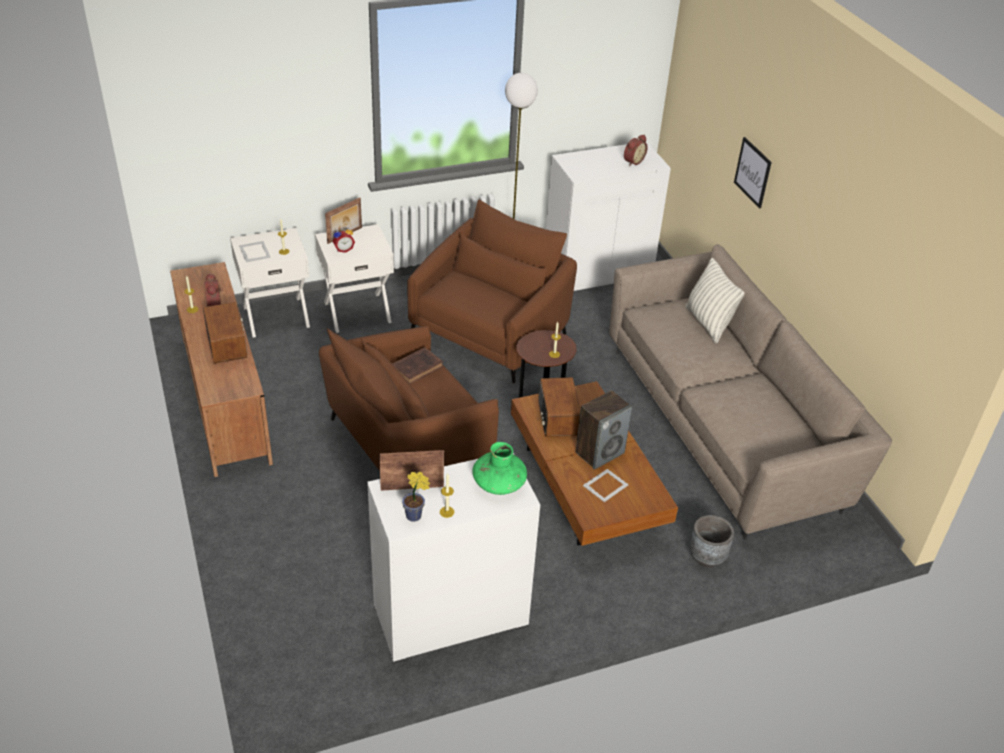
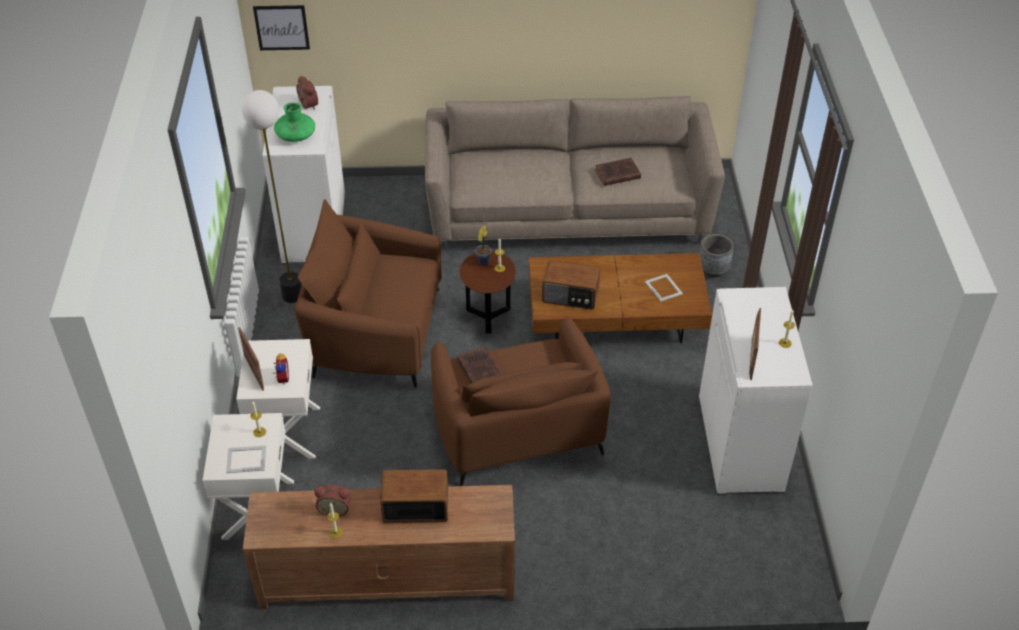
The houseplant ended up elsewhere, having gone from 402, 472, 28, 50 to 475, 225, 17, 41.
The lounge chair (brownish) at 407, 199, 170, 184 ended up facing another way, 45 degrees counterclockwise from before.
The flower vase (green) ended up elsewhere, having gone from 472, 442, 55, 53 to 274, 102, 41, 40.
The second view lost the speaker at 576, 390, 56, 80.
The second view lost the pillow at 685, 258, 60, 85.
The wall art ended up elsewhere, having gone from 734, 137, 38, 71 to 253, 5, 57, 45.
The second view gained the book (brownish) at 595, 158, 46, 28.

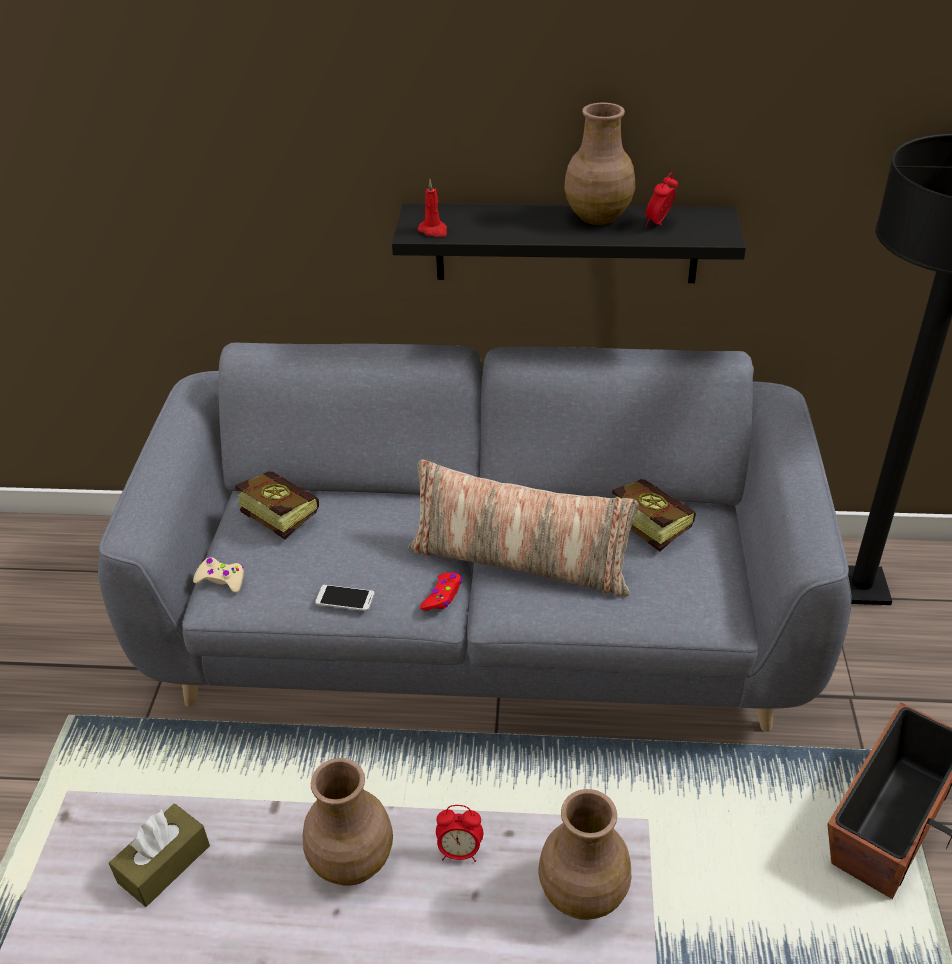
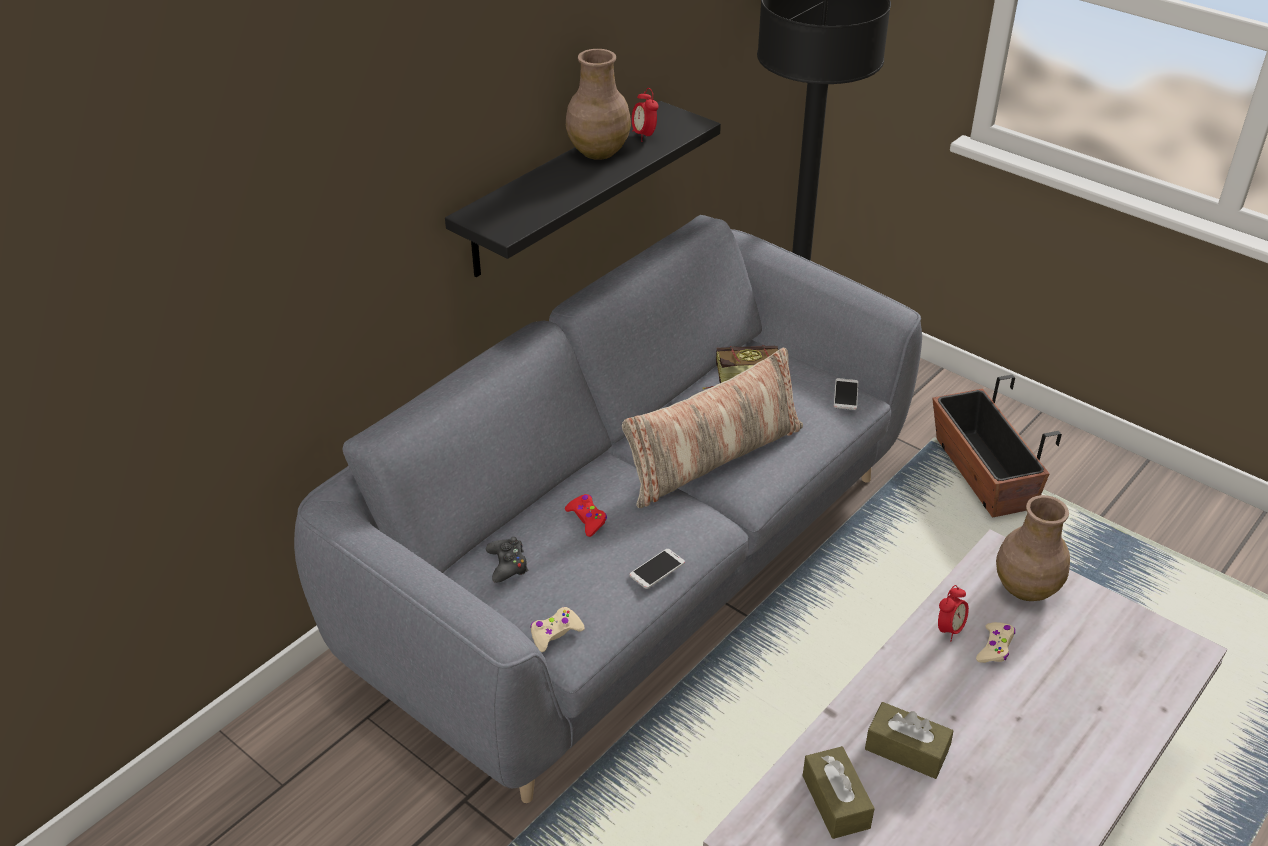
Where the book stood at 236, 472, 83, 68, the game controller (black) came to stand at 486, 537, 43, 46.
The second view lost the flower vase (brownish) at 303, 758, 90, 127.
The second view lost the wax candle (red) at 417, 179, 30, 58.
The game controller (red) ended up elsewhere, having gone from 420, 572, 42, 39 to 565, 494, 42, 43.
The second view gained the phone at 834, 378, 24, 32.
The second view gained the box of tissues (brownish) at 865, 702, 88, 77.
The second view gained the game controller (beige) at 976, 622, 39, 41.

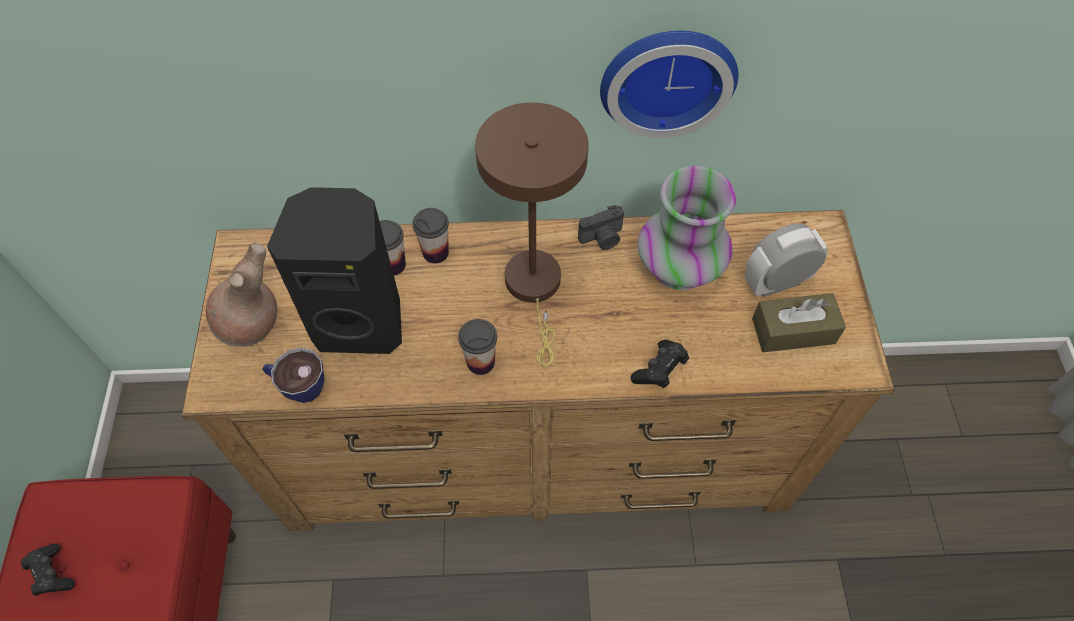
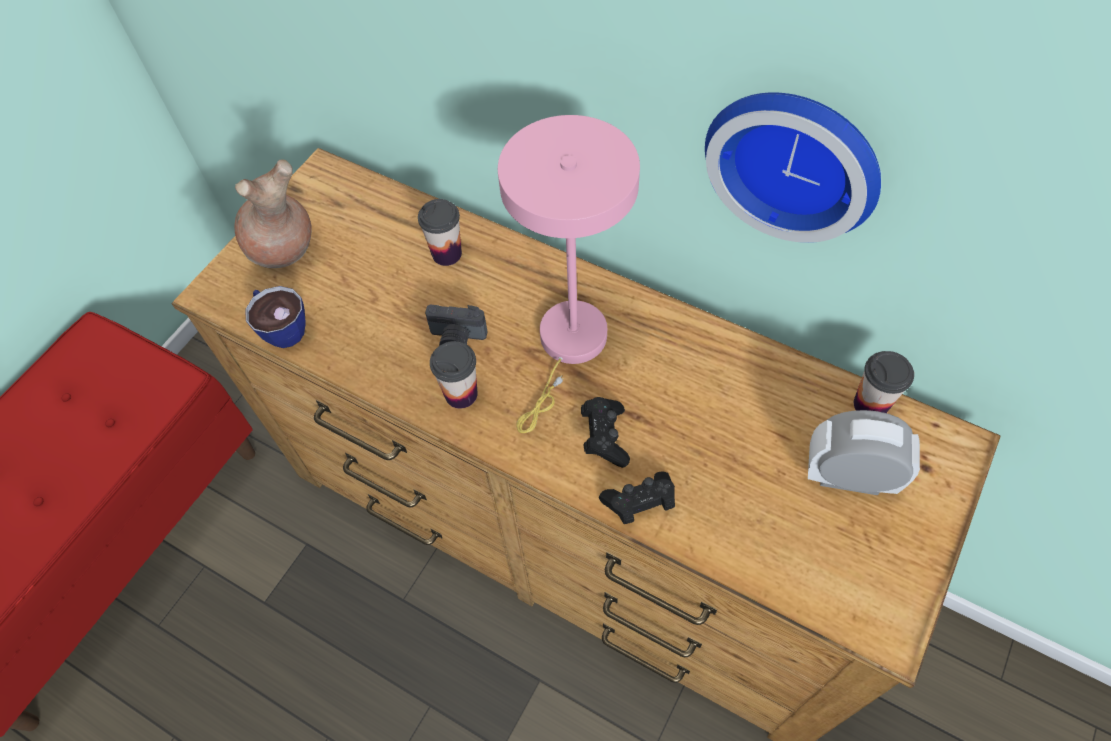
The game controller (black) ended up elsewhere, having gone from 21, 543, 54, 53 to 581, 397, 49, 71.
The second view lost the speaker (black) at 267, 187, 135, 167.
The drinking cup ended up elsewhere, having gone from 412, 208, 37, 56 to 854, 351, 60, 62.
What was the tabletop lamp (brownish) at 475, 102, 114, 264 turned into the tabletop lamp (pink) at 498, 115, 142, 318.
The photo camera ended up elsewhere, having gone from 578, 205, 46, 45 to 425, 305, 62, 41.
The second view lost the flower vase at 638, 166, 98, 124.
The second view lost the box of tissues (brownish) at 752, 293, 94, 59.

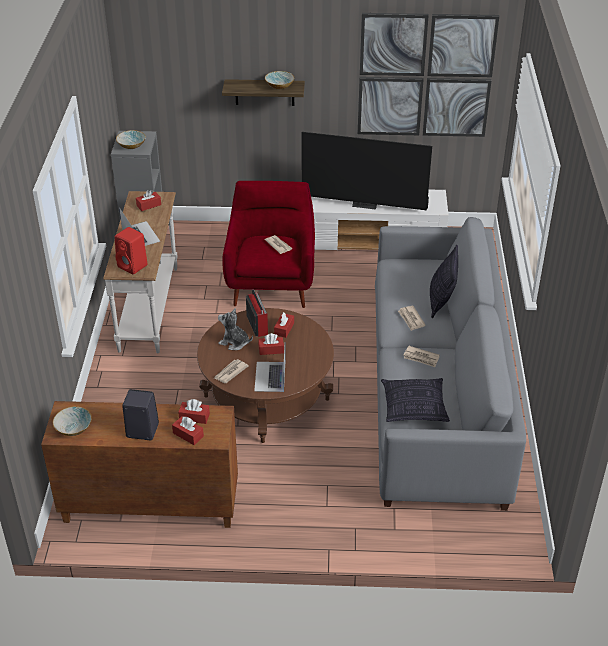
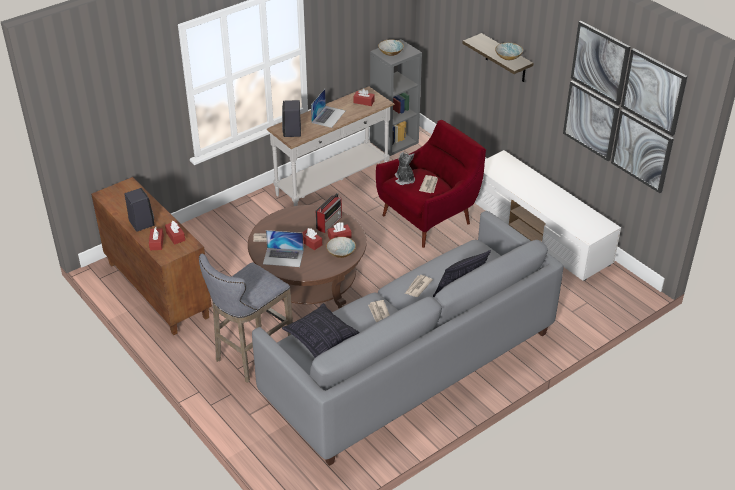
The deep dish ended up elsewhere, having gone from 52, 406, 40, 30 to 326, 237, 30, 21.
What was the speaker (red) at 115, 227, 33, 47 turned into the speaker (black) at 282, 100, 19, 37.
The cuddly toy ended up elsewhere, having gone from 218, 308, 35, 42 to 395, 152, 20, 33.
The notebook computer at 254, 347, 31, 45 ended up facing another way, 135 degrees counterclockwise from before.
The second view lost the TV set at 302, 132, 130, 78.
The second view gained the stool (gray) at 199, 254, 94, 128.

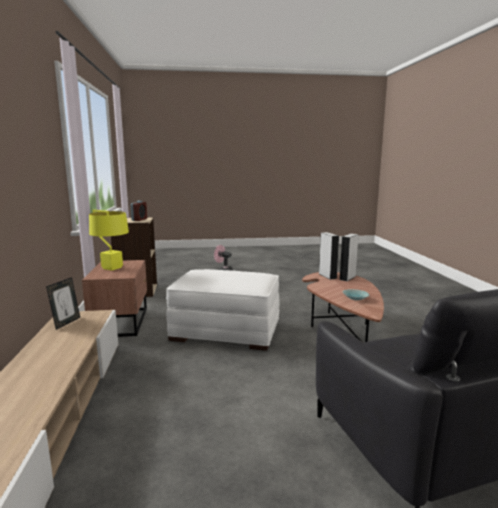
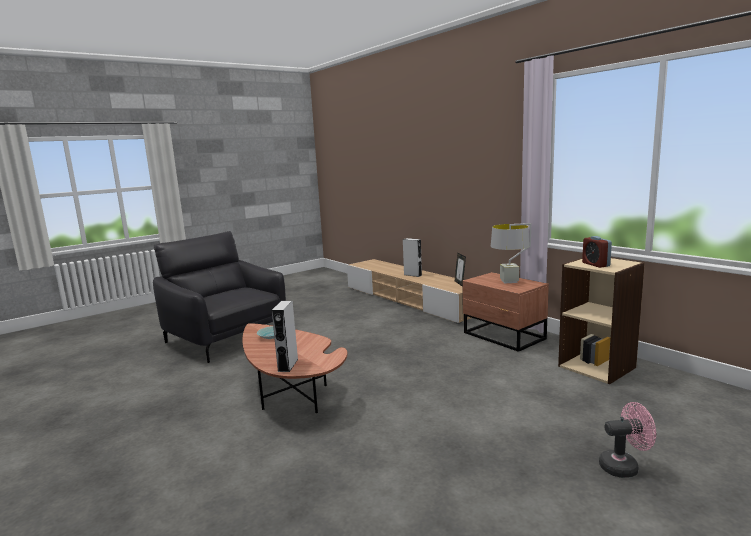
What was the tabletop lamp (yellow-coloured) at 89, 210, 40, 61 turned into the tabletop lamp (gray) at 491, 223, 40, 60.
The second view lost the ottoman (white) at 166, 269, 114, 82.
The speaker (gray) ended up elsewhere, having gone from 319, 232, 20, 48 to 403, 238, 19, 39.

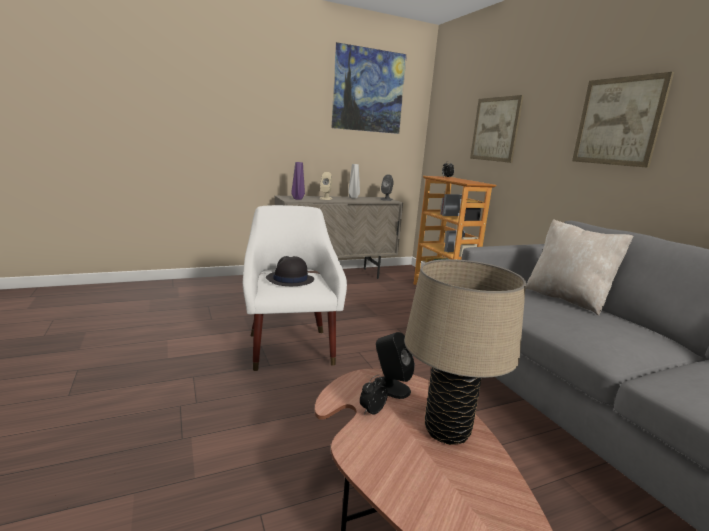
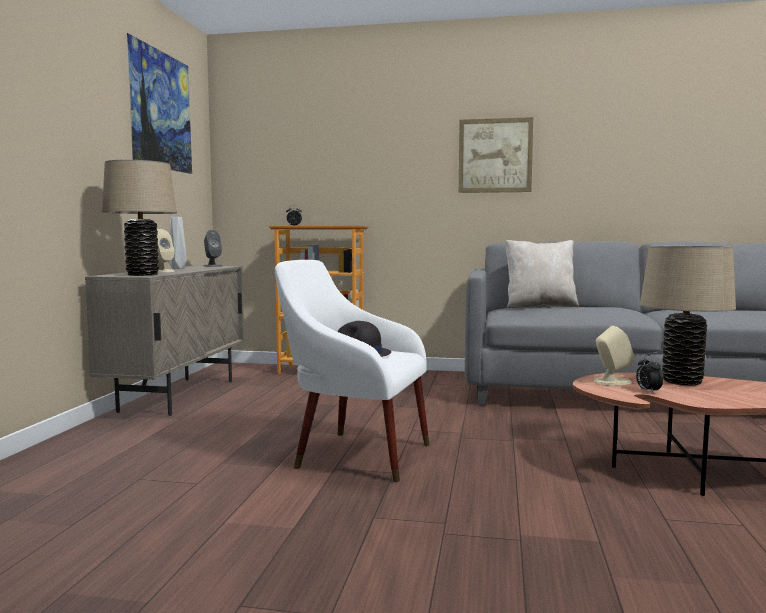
Where the flower vase (purple-coloured) stood at 291, 162, 14, 38, the tabletop lamp (beige) came to stand at 102, 160, 75, 116.
What was the speaker (black) at 373, 332, 42, 67 turned into the speaker (beige) at 594, 326, 40, 60.
The second view lost the wall art at 470, 95, 54, 68.

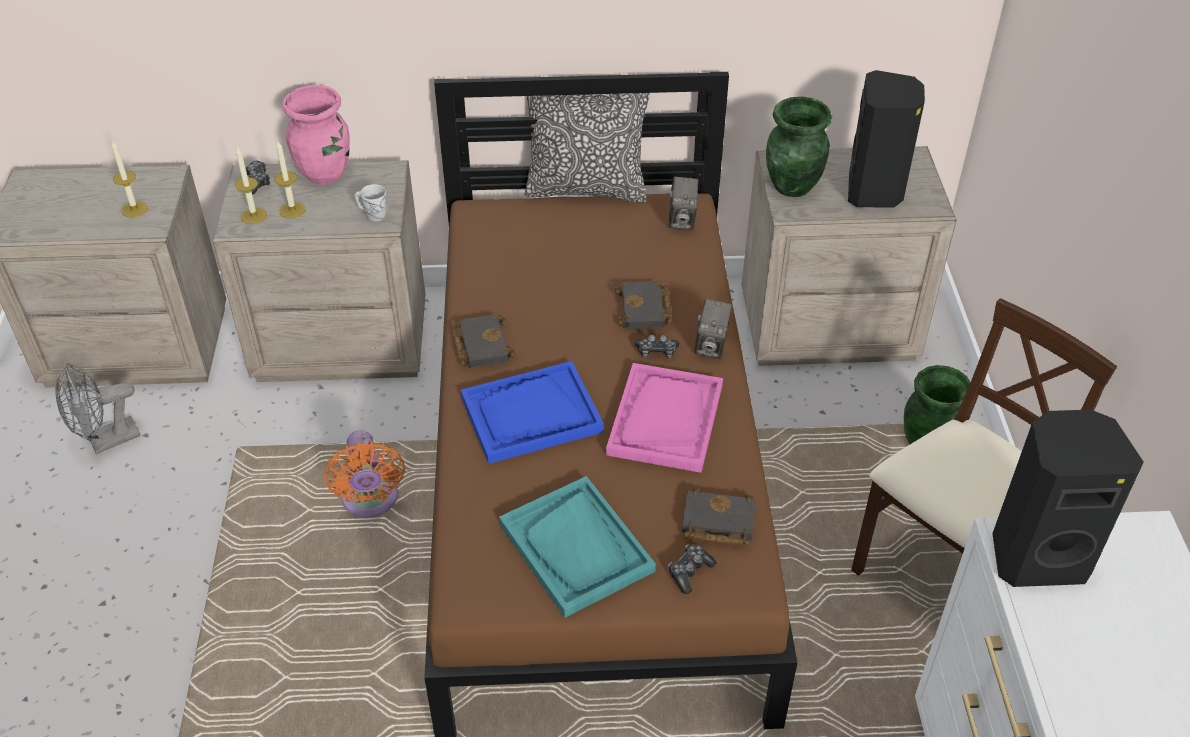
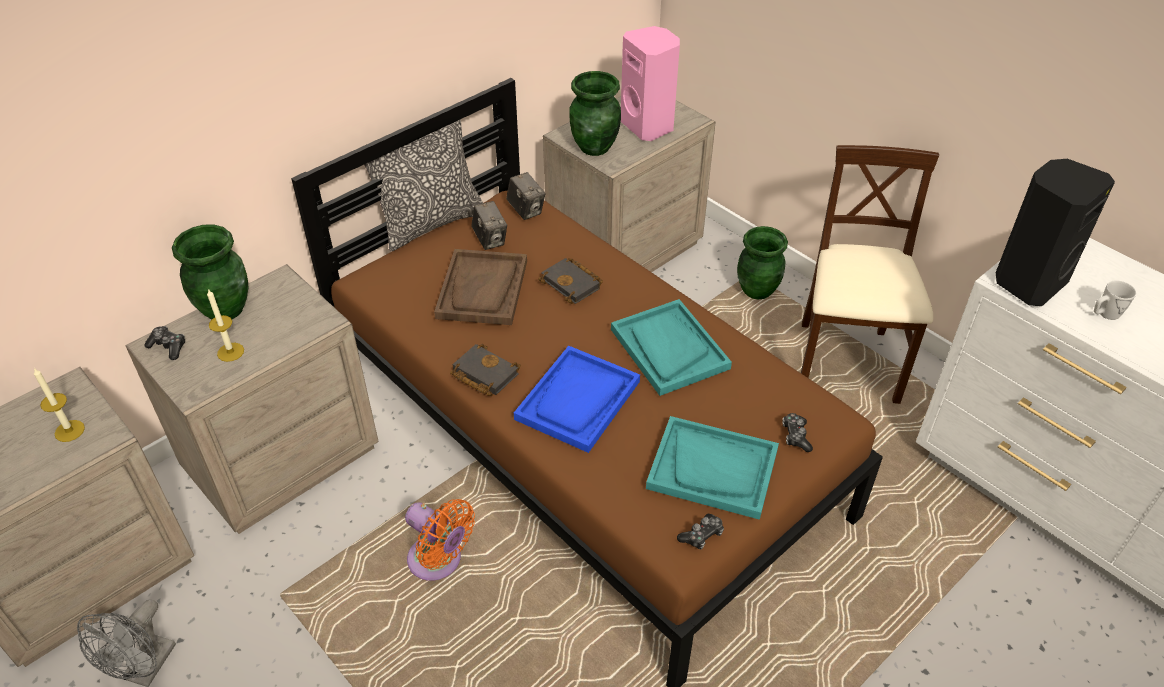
The second view lost the wax candle at 235, 146, 32, 78.
What was the flower vase (pink) at 282, 85, 68, 100 turned into the flower vase (green) at 172, 224, 76, 95.
The coffee mug (white) ended up elsewhere, having gone from 354, 184, 33, 38 to 1094, 280, 42, 40.
What was the tray (pink) at 606, 363, 117, 110 turned into the tray (turquoise-coloured) at 611, 299, 121, 97.
The game controller ended up elsewhere, having gone from 635, 335, 44, 23 to 677, 514, 47, 36.
The second view lost the book (black) at 682, 487, 74, 58.
The photo camera ended up elsewhere, having gone from 694, 299, 38, 59 to 471, 201, 36, 49.
What was the speaker (black) at 848, 70, 77, 138 turned into the speaker (pink) at 621, 26, 59, 115.
The second view gained the tray (brownish) at 434, 249, 93, 76.

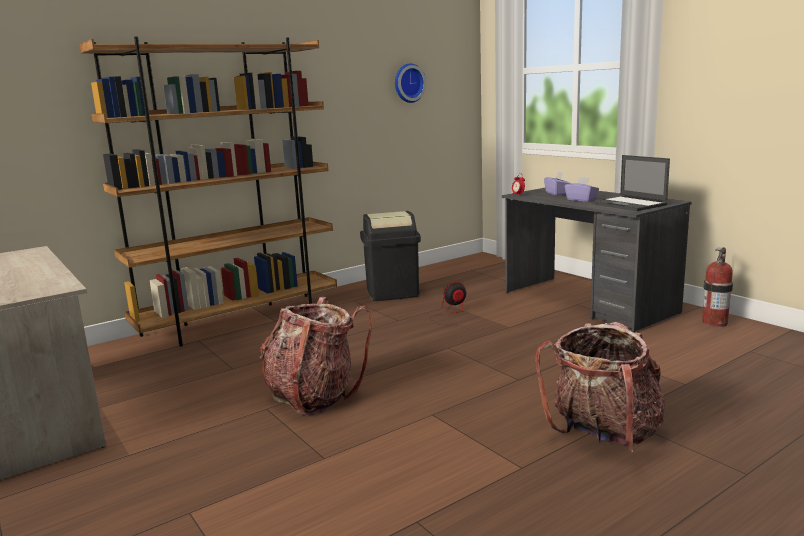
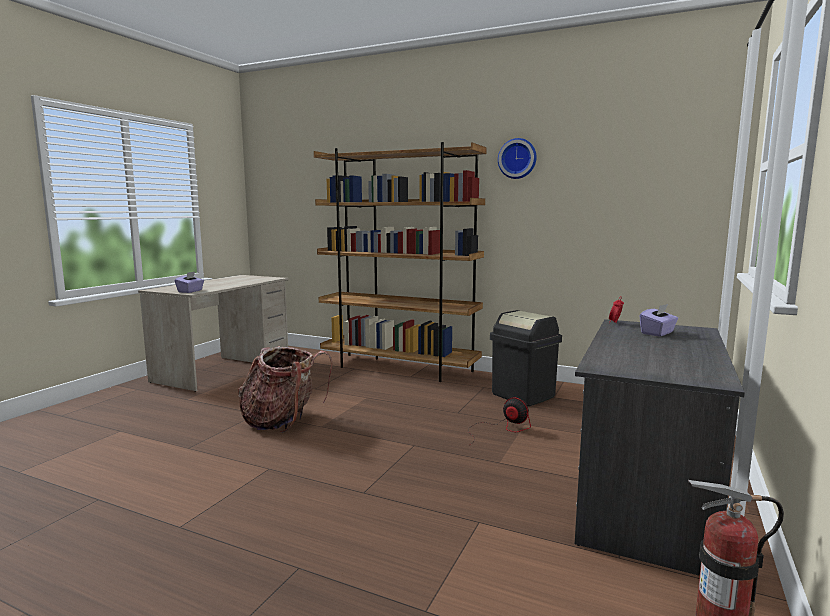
The hanging clock ended up elsewhere, having gone from 395, 63, 31, 40 to 498, 138, 38, 41.
The second view lost the knapsack at 535, 322, 130, 130.
The box of tissues (purple-coloured) ended up elsewhere, having gone from 565, 177, 34, 25 to 175, 272, 29, 21.
The second view lost the notebook computer at 592, 155, 78, 56.

